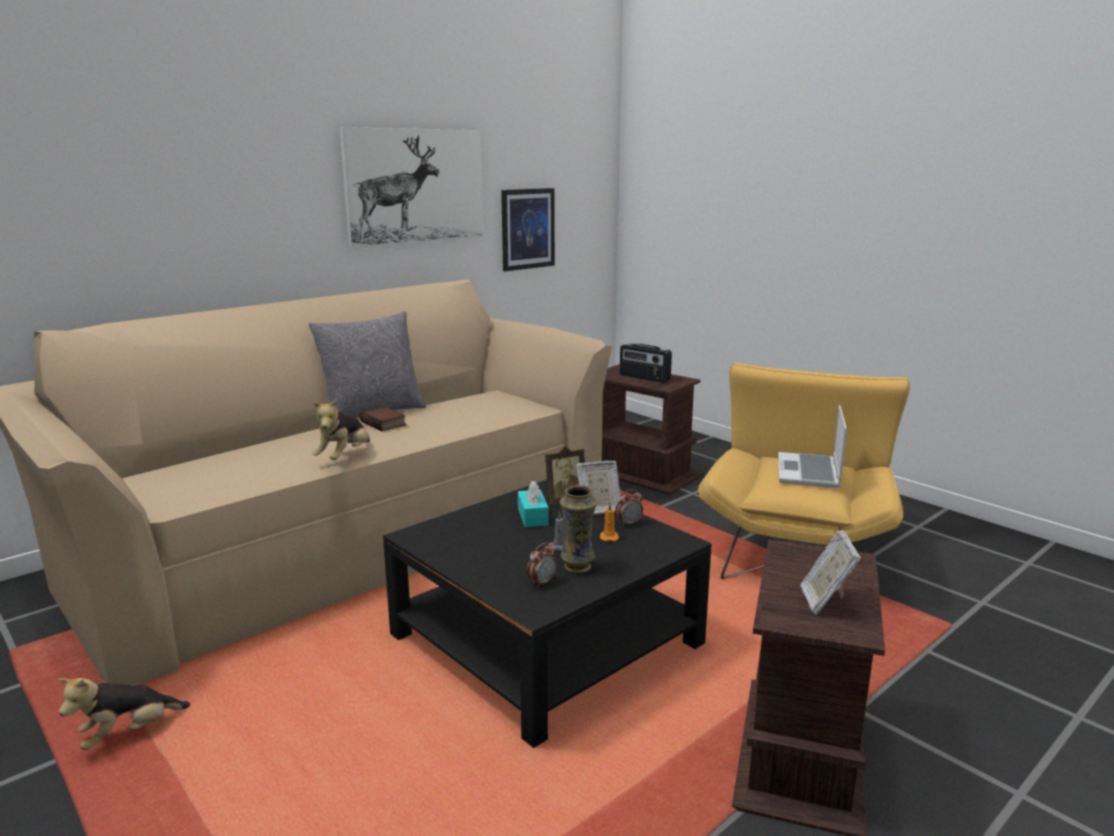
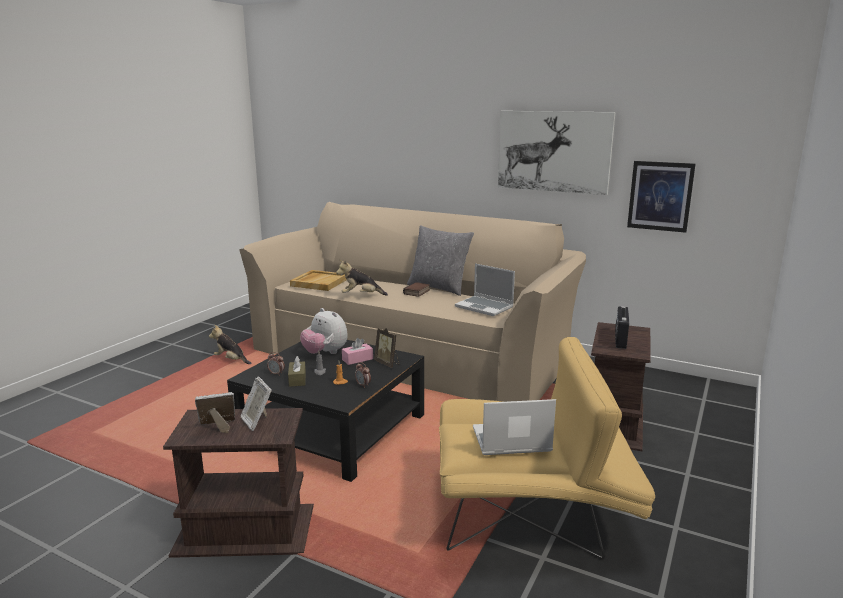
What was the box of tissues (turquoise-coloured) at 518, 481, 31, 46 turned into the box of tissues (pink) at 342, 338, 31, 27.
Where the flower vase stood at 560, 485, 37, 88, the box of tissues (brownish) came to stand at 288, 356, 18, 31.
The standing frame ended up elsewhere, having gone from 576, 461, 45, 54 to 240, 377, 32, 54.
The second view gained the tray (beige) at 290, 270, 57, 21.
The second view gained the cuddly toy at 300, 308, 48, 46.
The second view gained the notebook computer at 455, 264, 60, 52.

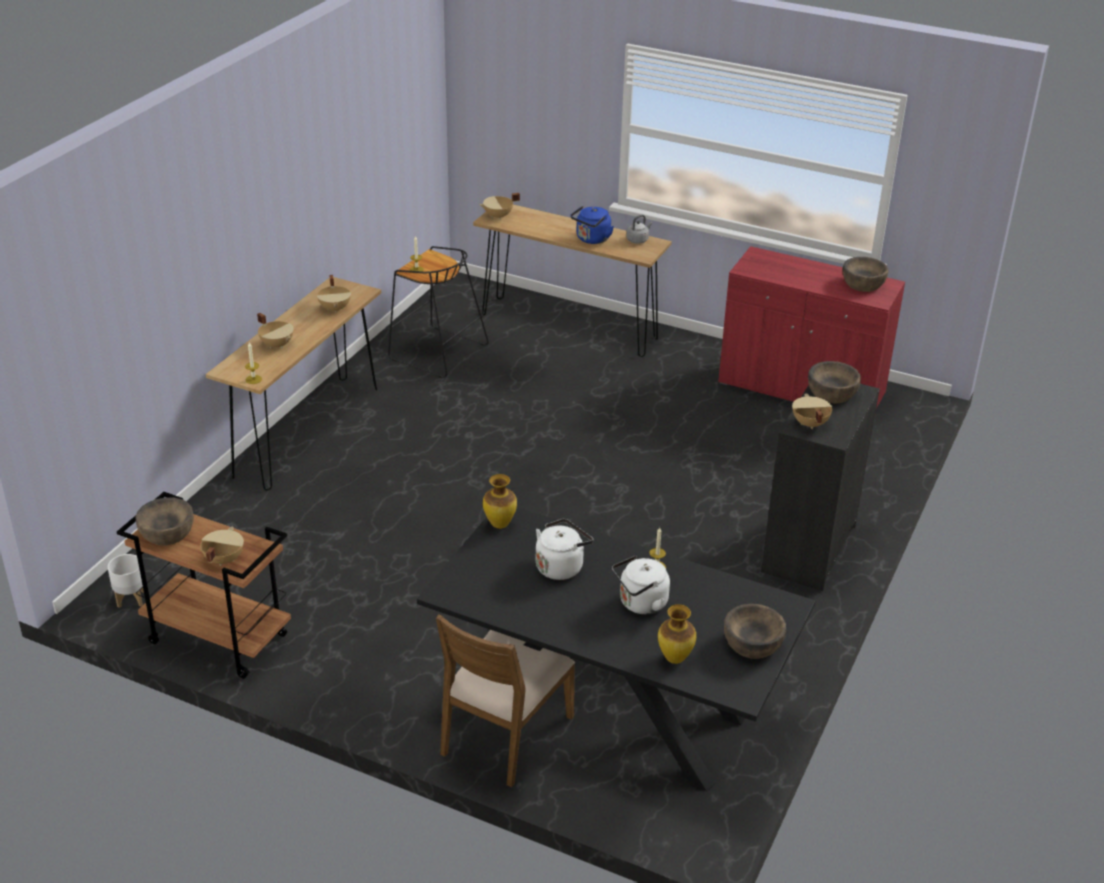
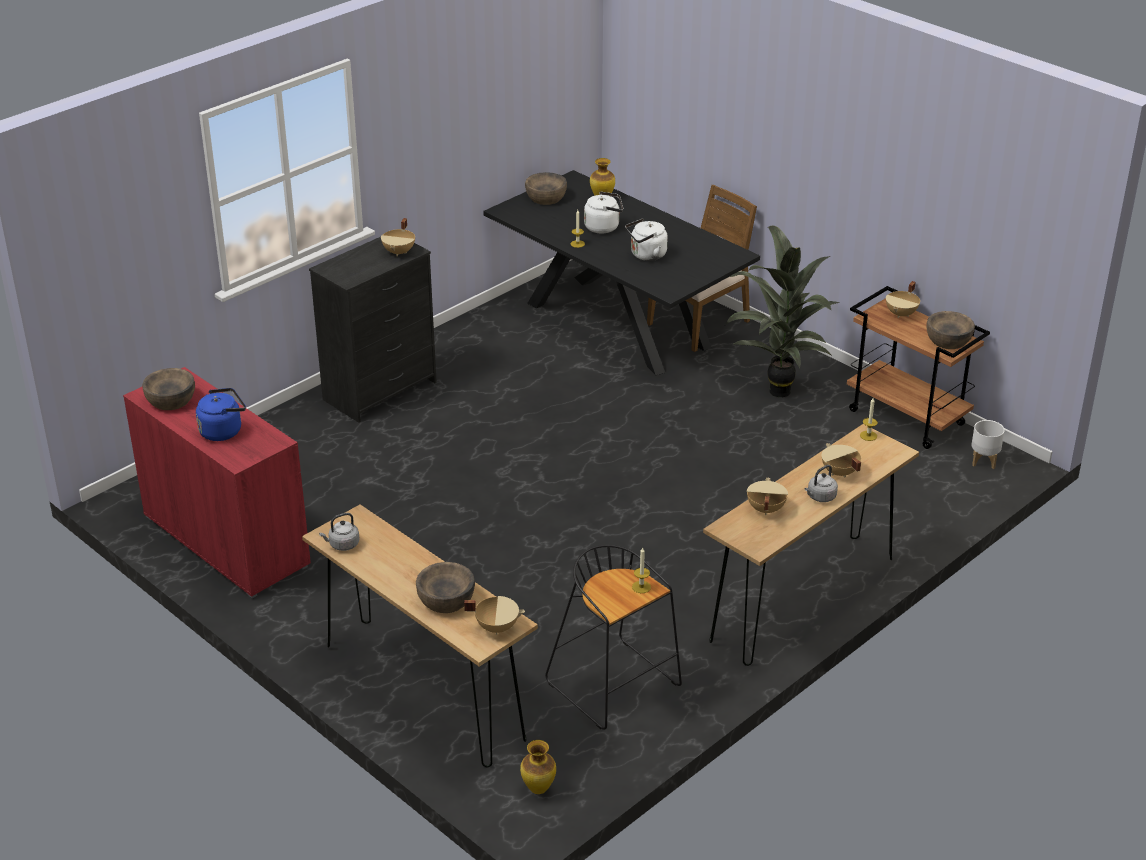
The flower vase ended up elsewhere, having gone from 483, 474, 34, 55 to 520, 740, 36, 54.
The water kettle (blue-coloured) ended up elsewhere, having gone from 570, 206, 44, 38 to 196, 388, 50, 53.
The deep dish (brownish) ended up elsewhere, having gone from 808, 361, 53, 43 to 416, 562, 59, 51.
The second view gained the houseplant at 725, 225, 116, 172.
The second view gained the water kettle (gray) at 804, 465, 34, 37.

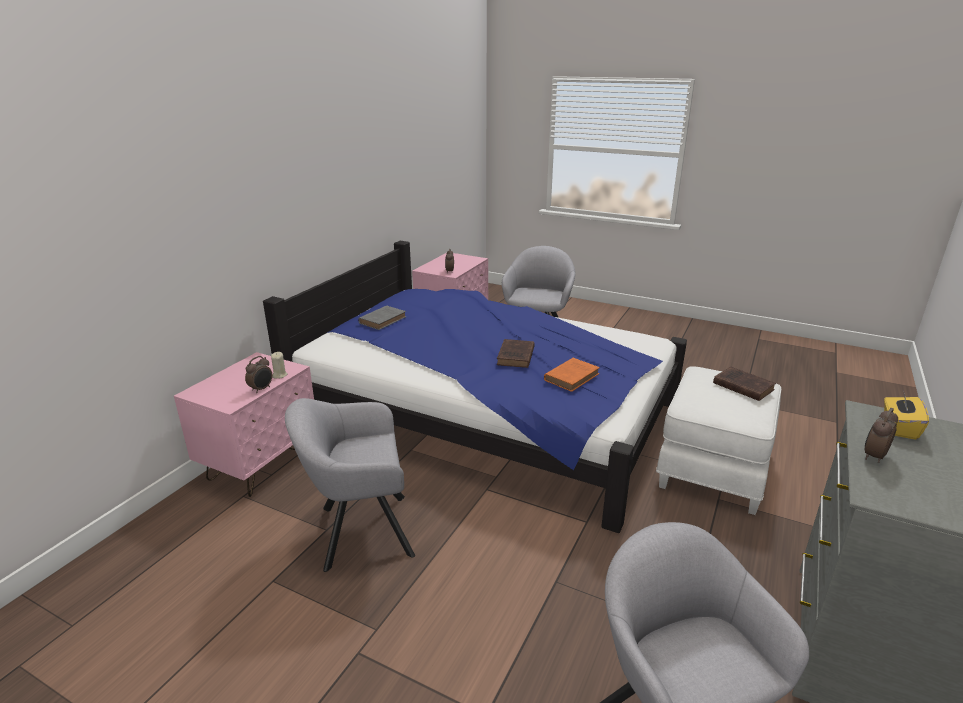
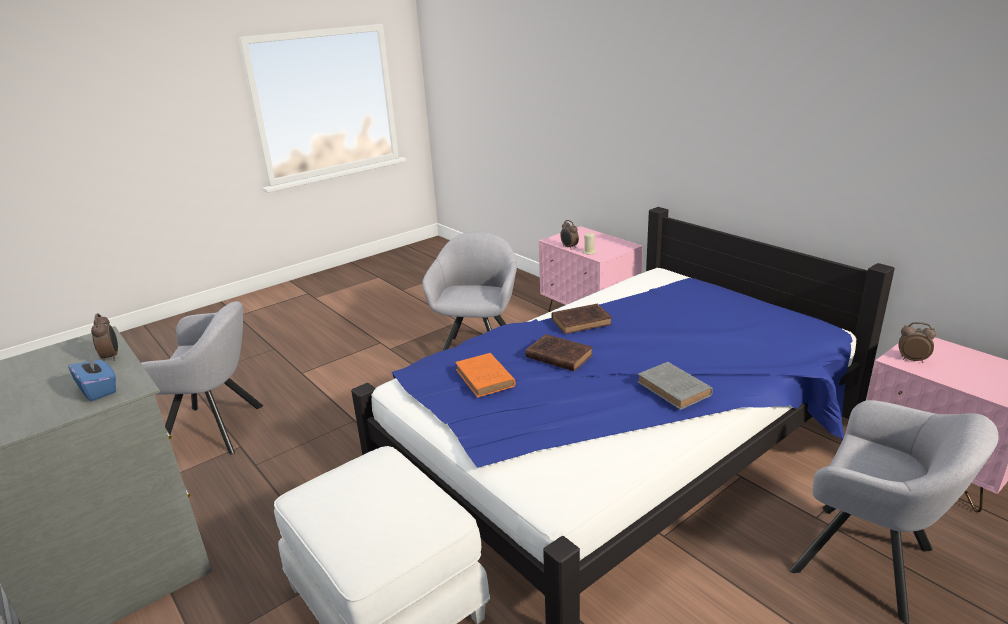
The book (gray) ended up elsewhere, having gone from 358, 306, 48, 24 to 637, 362, 76, 48.
The book (brownish) ended up elsewhere, having gone from 713, 367, 63, 34 to 551, 304, 61, 30.
What was the box of tissues (yellow-coloured) at 884, 393, 45, 47 turned into the box of tissues (blue-coloured) at 68, 352, 48, 49.

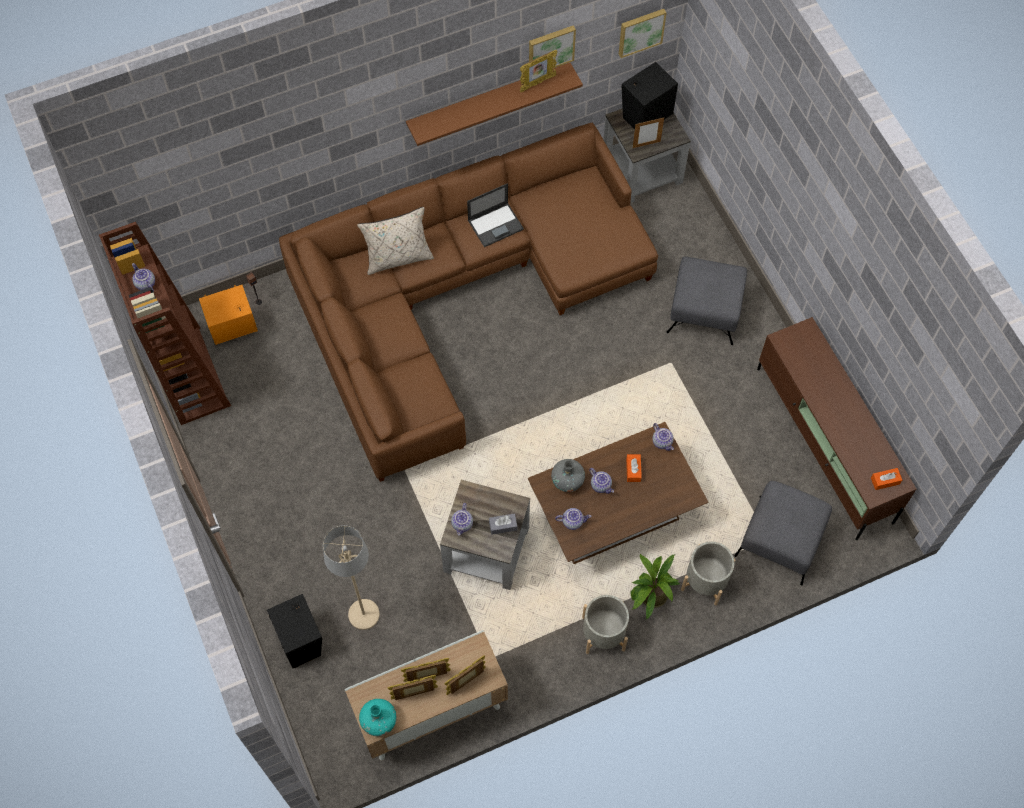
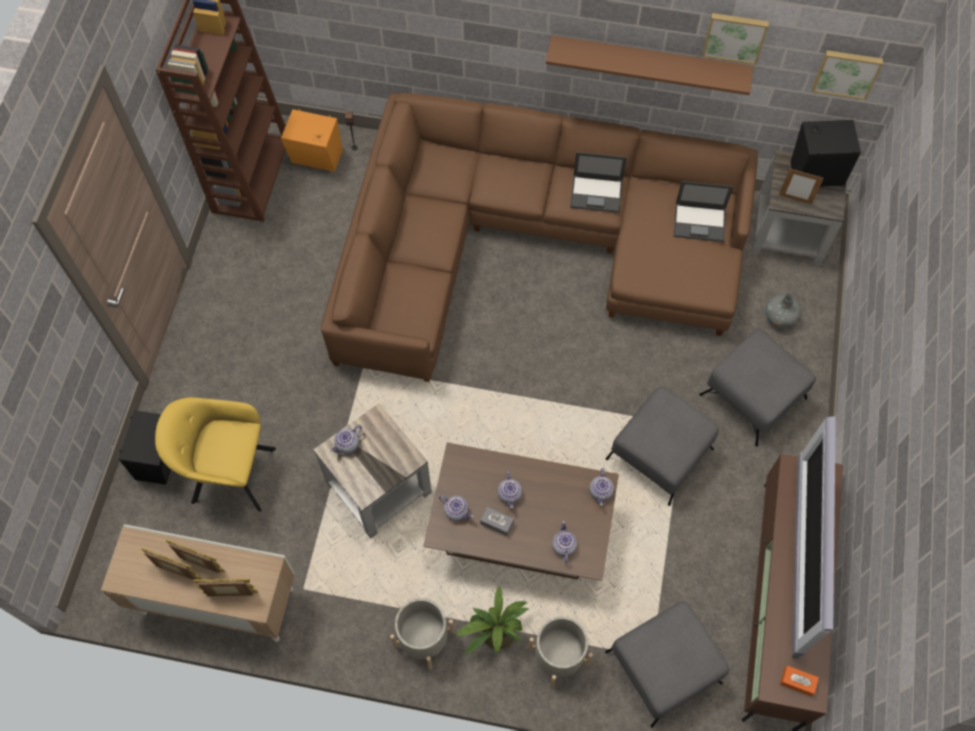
The tea pot ended up elsewhere, having gone from 132, 263, 23, 29 to 552, 521, 25, 43.
Where the floor lamp (beige) stood at 323, 525, 57, 105, the lounge chair (yellow-coloured) came to stand at 155, 397, 121, 115.
The second view lost the pillow (beige) at 357, 207, 77, 68.
The second view lost the flower vase (turquoise-coloured) at 359, 699, 38, 37.
The box of tissues (gray) ended up elsewhere, having gone from 489, 514, 28, 21 to 480, 507, 34, 29.
The second view lost the standing frame at 520, 50, 38, 42.
The flower vase (gray) ended up elsewhere, having gone from 551, 459, 34, 33 to 766, 293, 35, 35.
The second view lost the box of tissues (orange-coloured) at 626, 454, 16, 28.
The second view gained the ottoman (gray) at 606, 387, 113, 119.
The second view gained the notebook computer at 674, 181, 59, 61.
The second view gained the TV set at 792, 417, 44, 242.

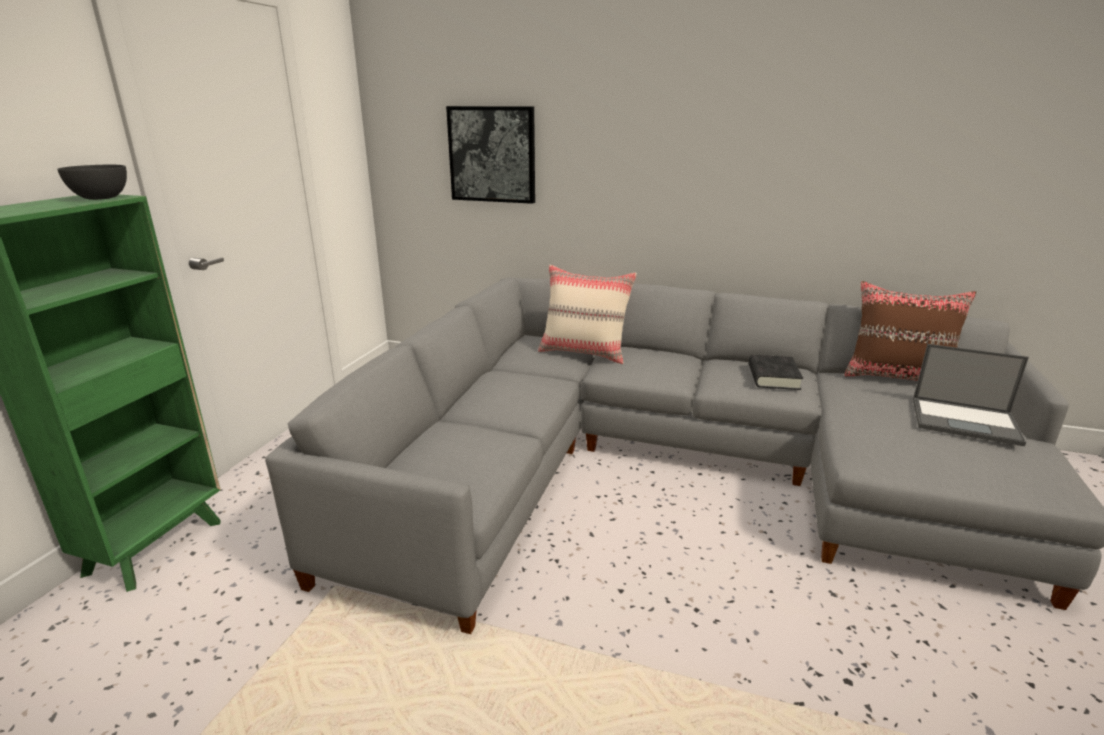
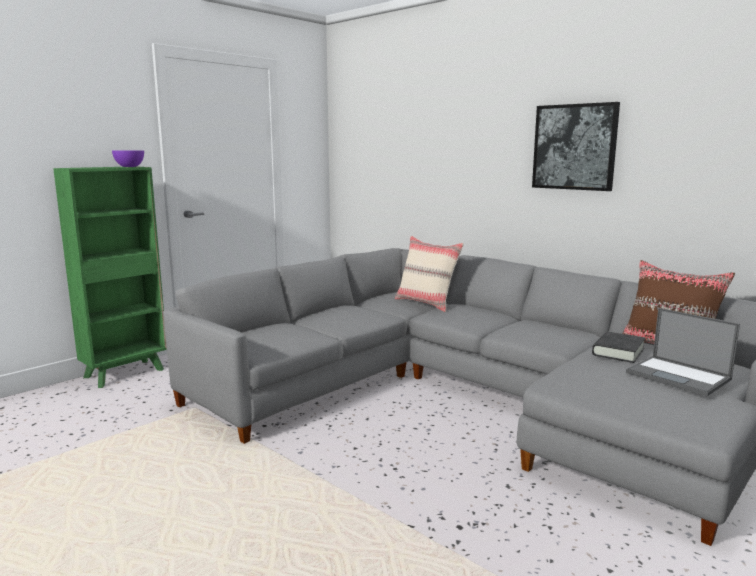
What was the deep dish (gray) at 57, 165, 70, 35 turned into the deep dish (purple-coloured) at 112, 150, 32, 17.
The wall art ended up elsewhere, having gone from 446, 106, 89, 98 to 532, 102, 88, 89.
The book (black) ended up elsewhere, having gone from 749, 355, 54, 35 to 592, 332, 53, 31.

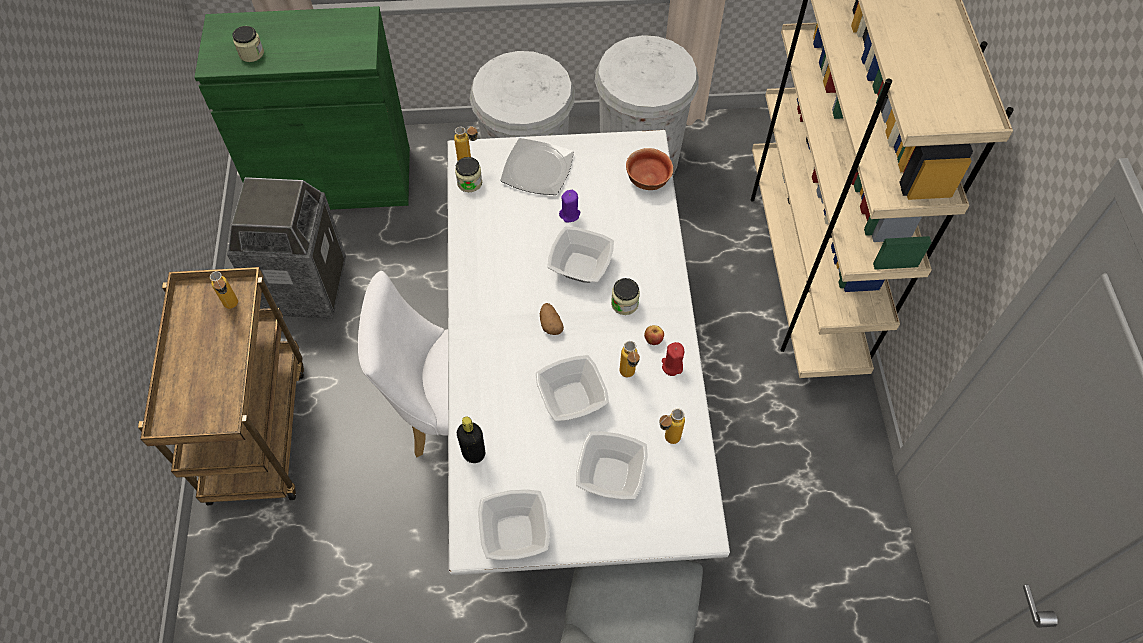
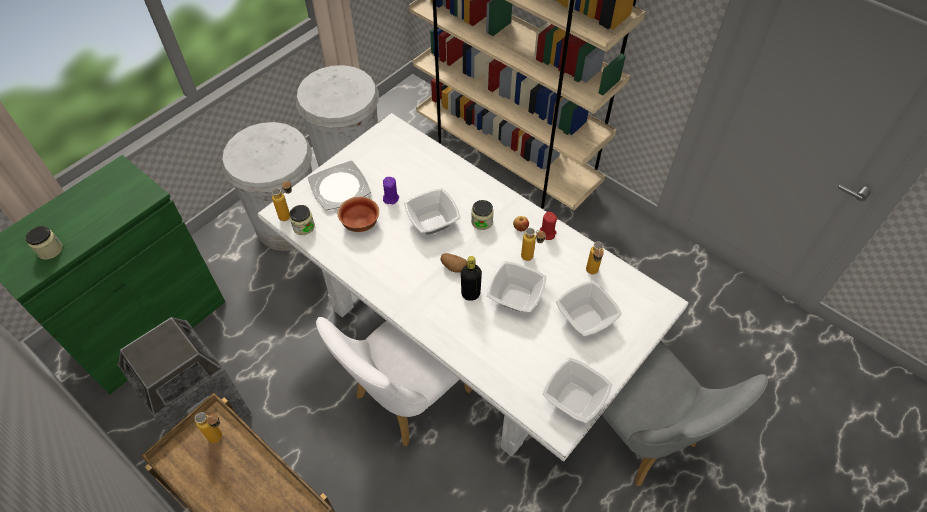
The drink bottle (black) ended up elsewhere, having gone from 457, 417, 28, 46 to 461, 256, 21, 45.
The deep dish ended up elsewhere, having gone from 626, 148, 47, 42 to 338, 197, 41, 35.

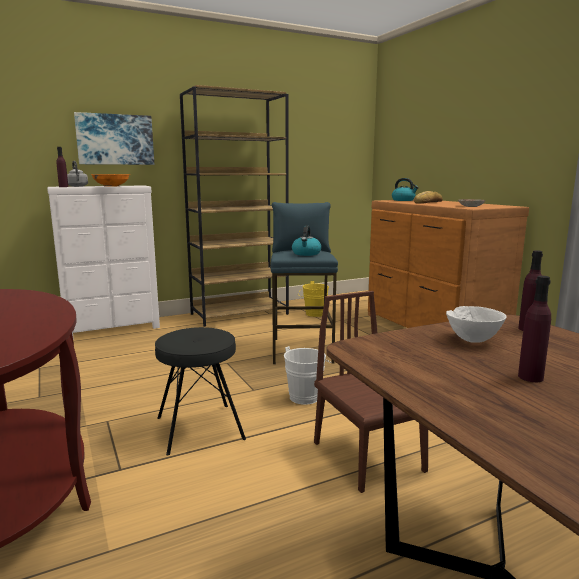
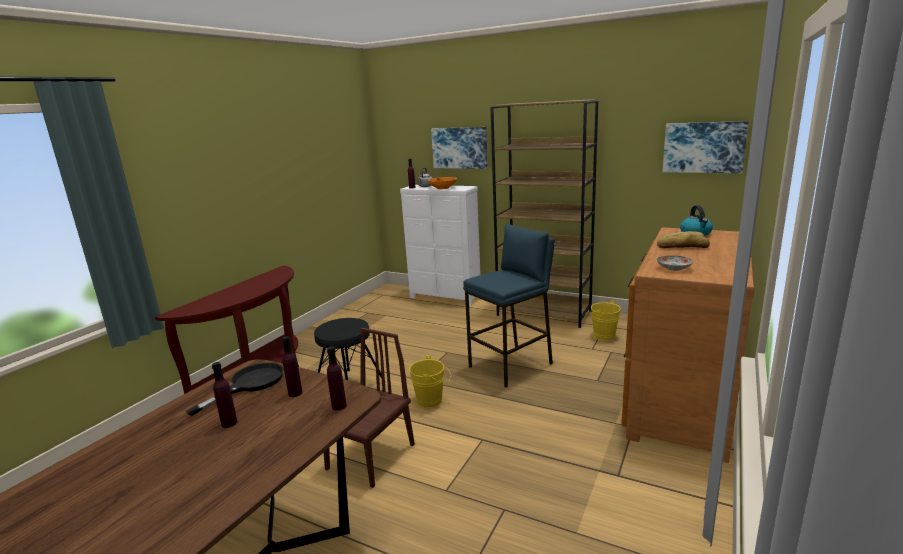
What was the water bucket (white) at 284, 346, 48, 59 turned into the water bucket (yellow-coloured) at 409, 356, 42, 52.
The second view lost the water kettle at 292, 225, 29, 31.
Where the deep dish (white) stood at 446, 306, 61, 37, the drink bottle (purple-coloured) came to stand at 282, 336, 20, 61.
The second view gained the skillet (black) at 185, 363, 99, 53.
The second view gained the wall art at 662, 121, 87, 52.

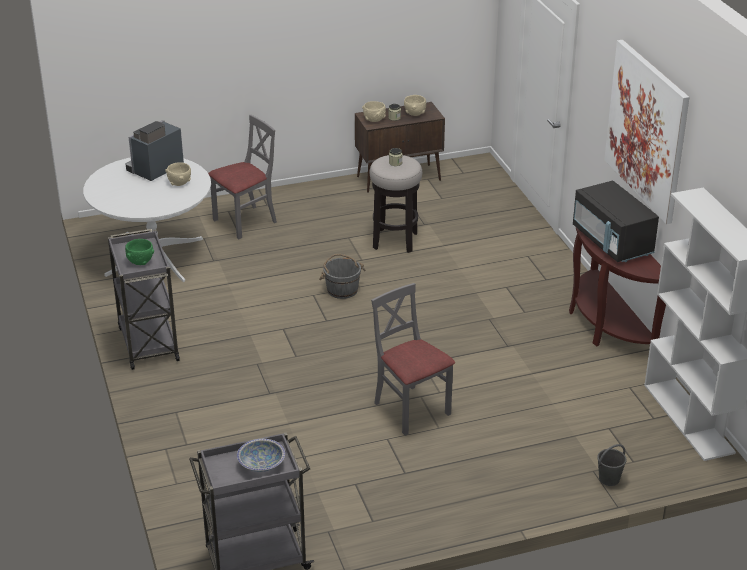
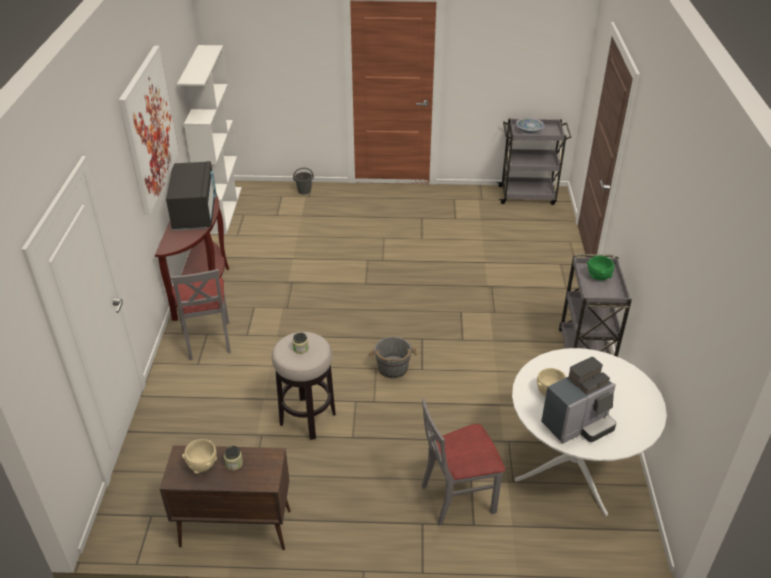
The second view lost the deep dish (beige) at 362, 101, 24, 21.
The chair (gray) ended up elsewhere, having gone from 371, 283, 84, 153 to 171, 269, 60, 91.

